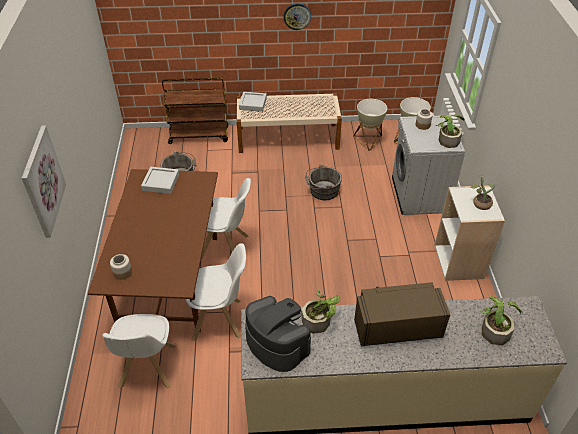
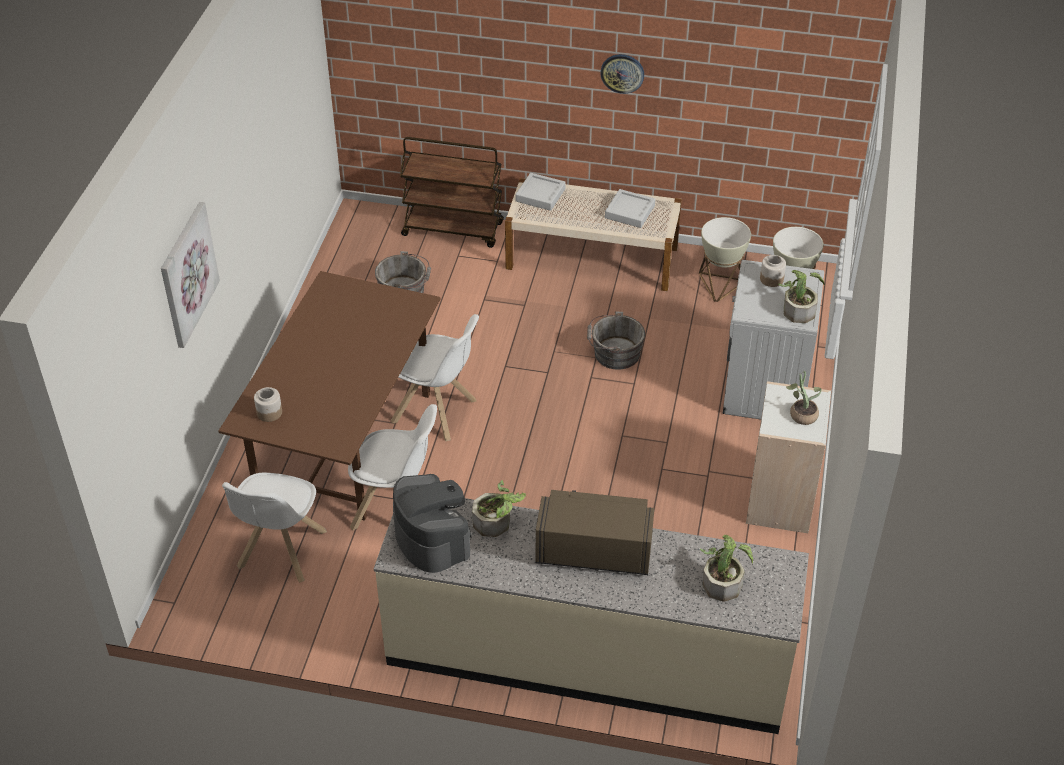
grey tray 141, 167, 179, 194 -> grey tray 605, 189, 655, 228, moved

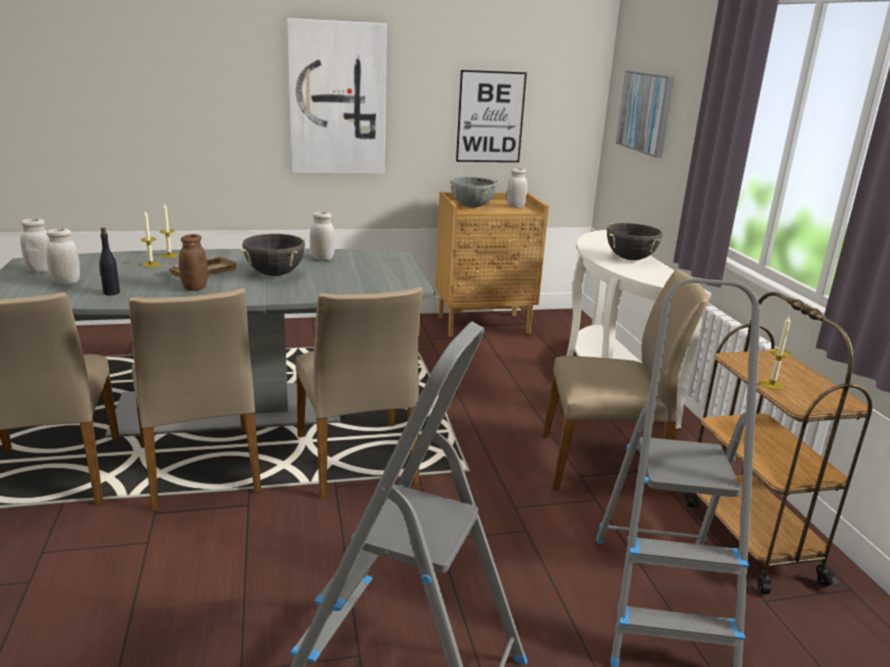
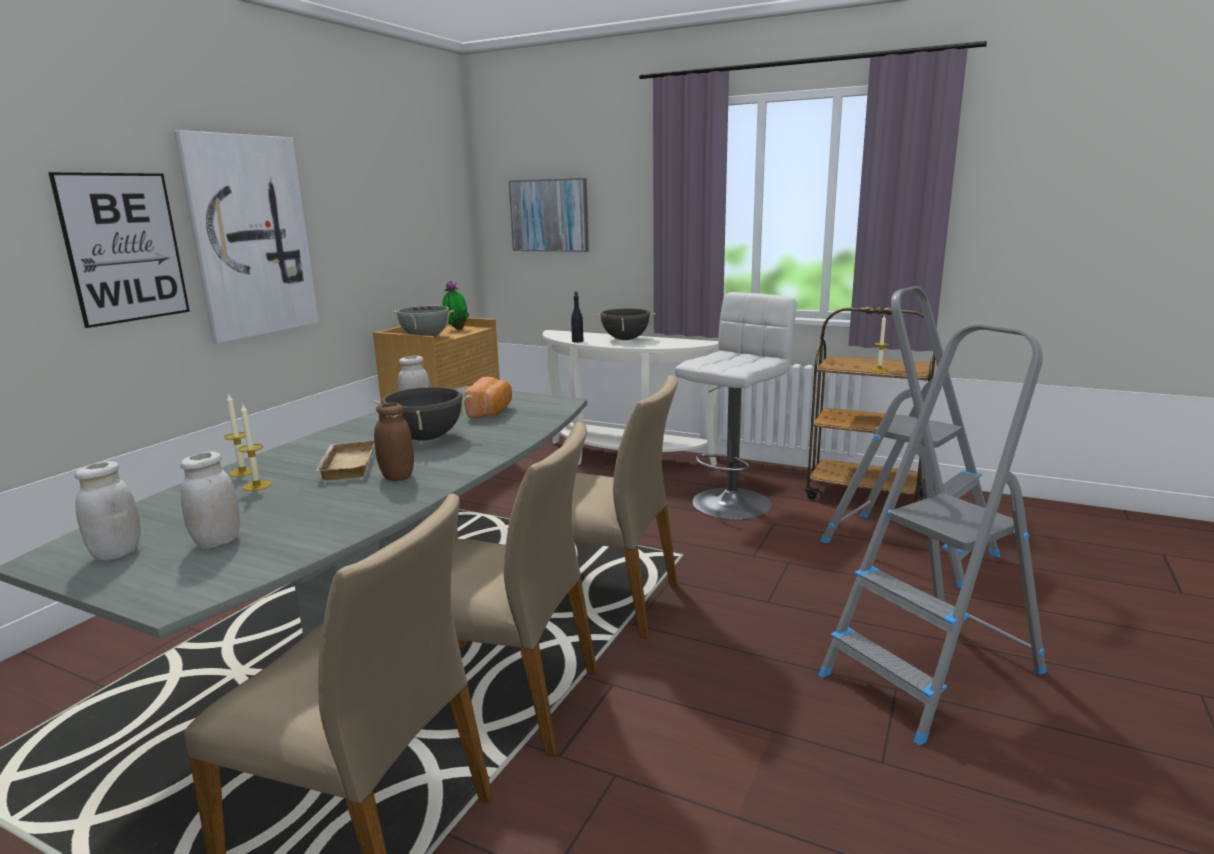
picture 456, 70, 527, 162 -> picture 48, 172, 190, 328, moved
whitish jar 506, 168, 528, 208 -> plant in a pot 442, 281, 469, 330
none -> bread 464, 377, 512, 418
black-coloured beverage bottle 99, 227, 120, 295 -> black-coloured beverage bottle 571, 292, 584, 343, moved
beige-coloured chair 543, 270, 709, 494 -> whitish stool seat 675, 292, 797, 519

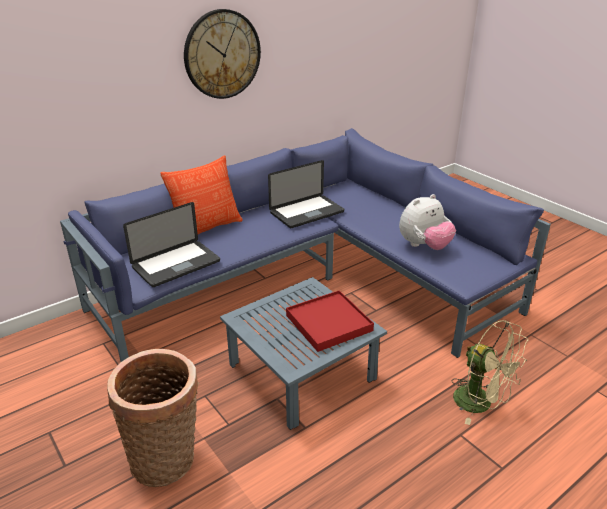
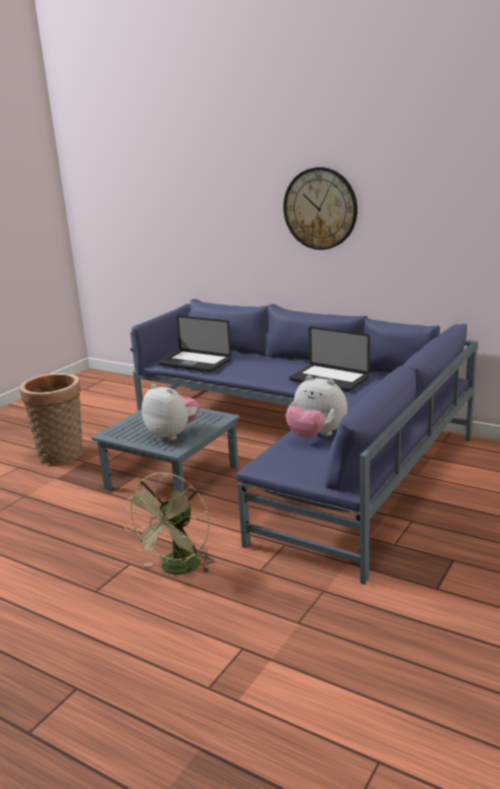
red-coloured tray 286, 290, 374, 352 -> soft toy 142, 384, 200, 441
orange-coloured throw pillow 160, 155, 243, 234 -> none

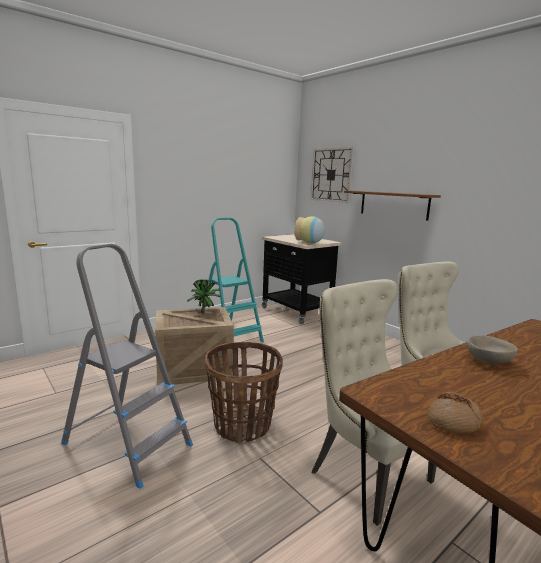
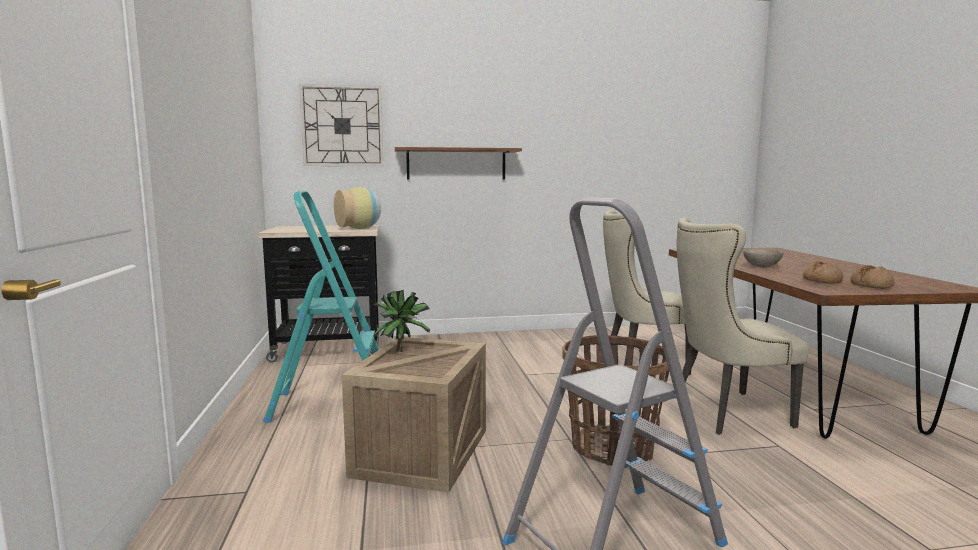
none -> bread 803, 261, 843, 284

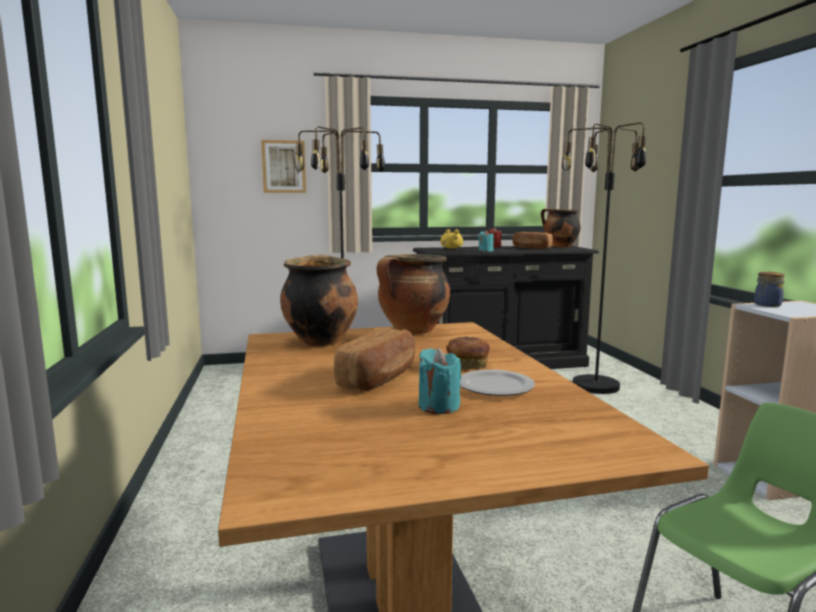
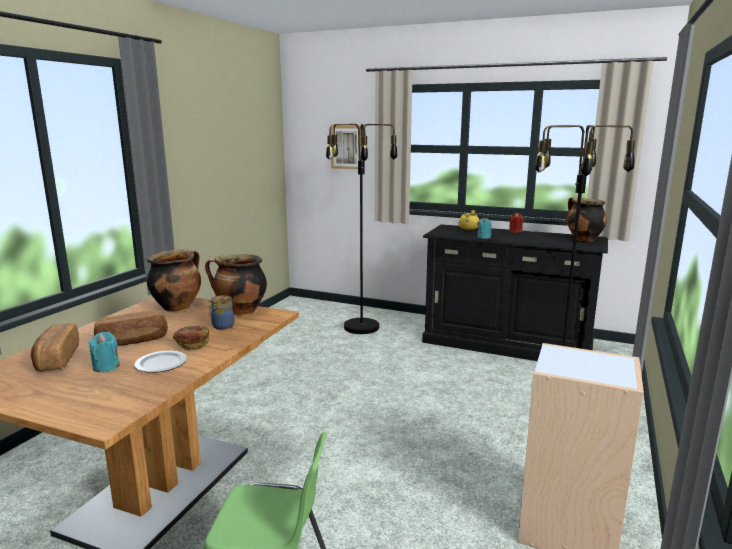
bread 513, 232, 553, 249 -> bread 31, 323, 79, 372, moved
jar 754, 271, 785, 307 -> jar 208, 295, 234, 329, moved

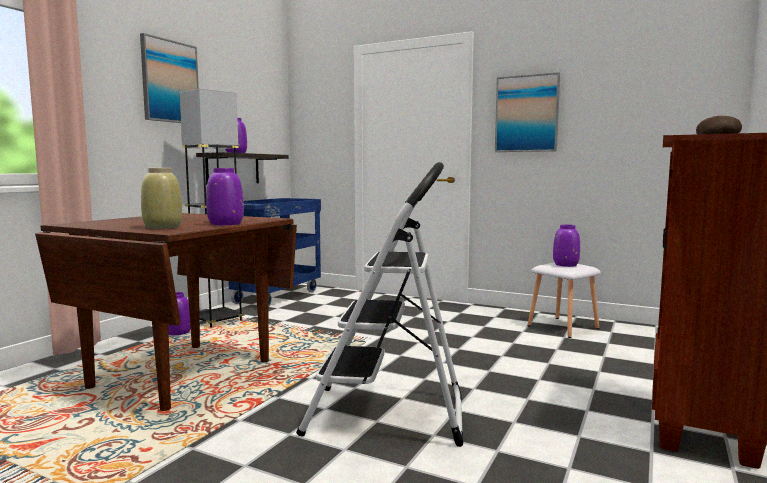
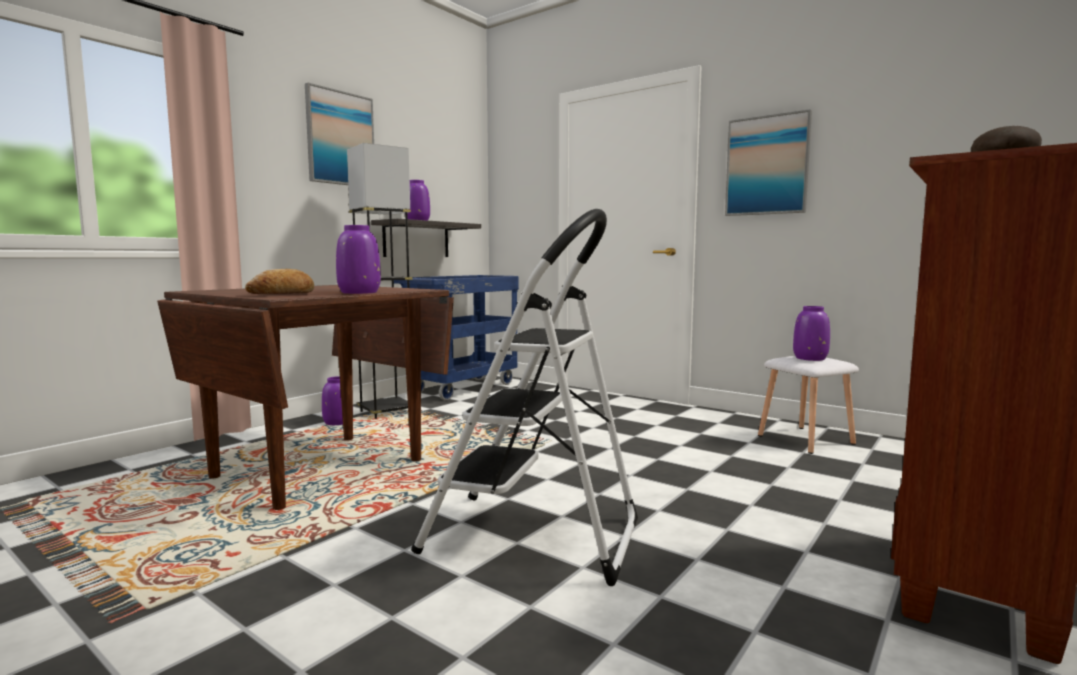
beige-coloured decorative vase 141, 168, 182, 229 -> bread 245, 269, 314, 294

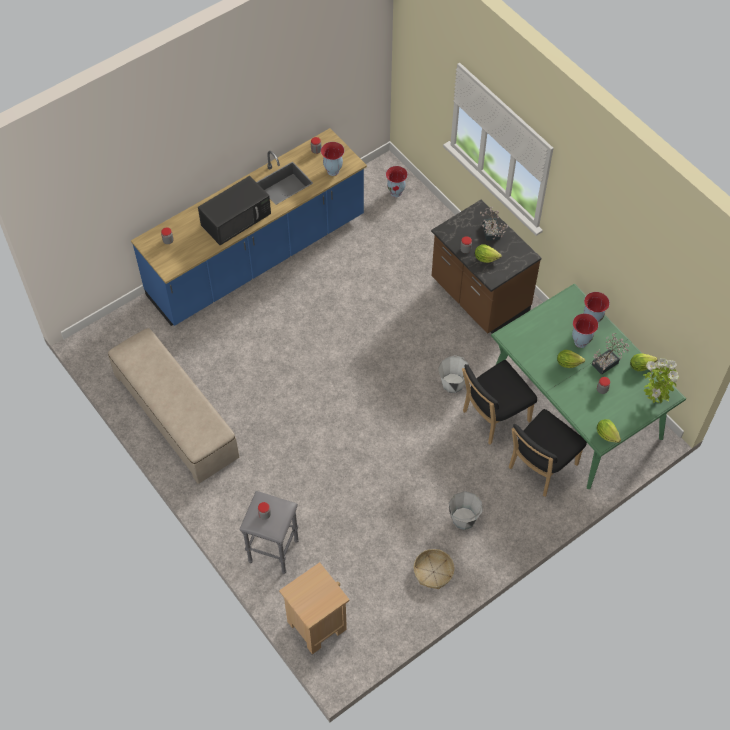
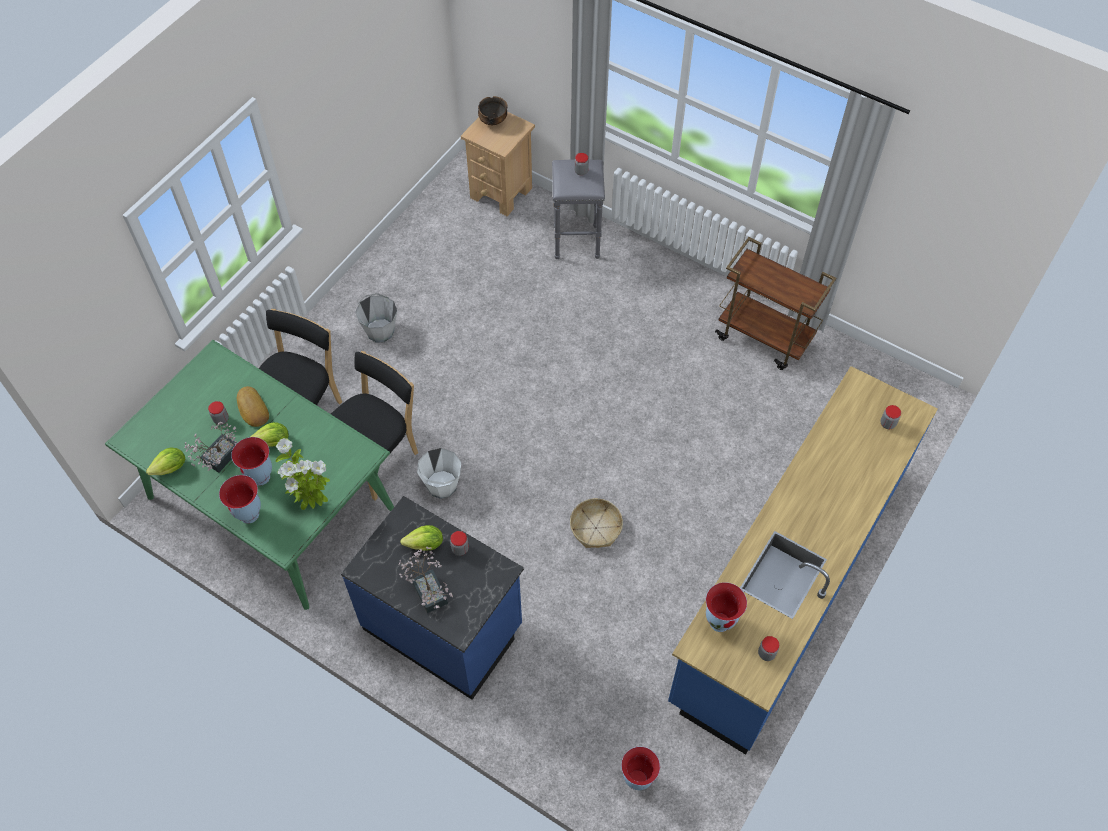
none -> bread 237, 386, 269, 427
plant in a pot 643, 358, 679, 404 -> plant in a pot 276, 438, 330, 510, moved
brown counter 431, 200, 541, 334 -> blue-coloured counter 341, 496, 524, 700
none -> serving bowl 478, 96, 508, 125
basket 414, 549, 455, 589 -> basket 570, 498, 623, 548, moved
beige-coloured long seat 108, 328, 239, 484 -> brown cart 715, 237, 836, 370
black-coloured kitchen microwave 198, 176, 271, 245 -> none
lettuce 597, 419, 621, 443 -> none

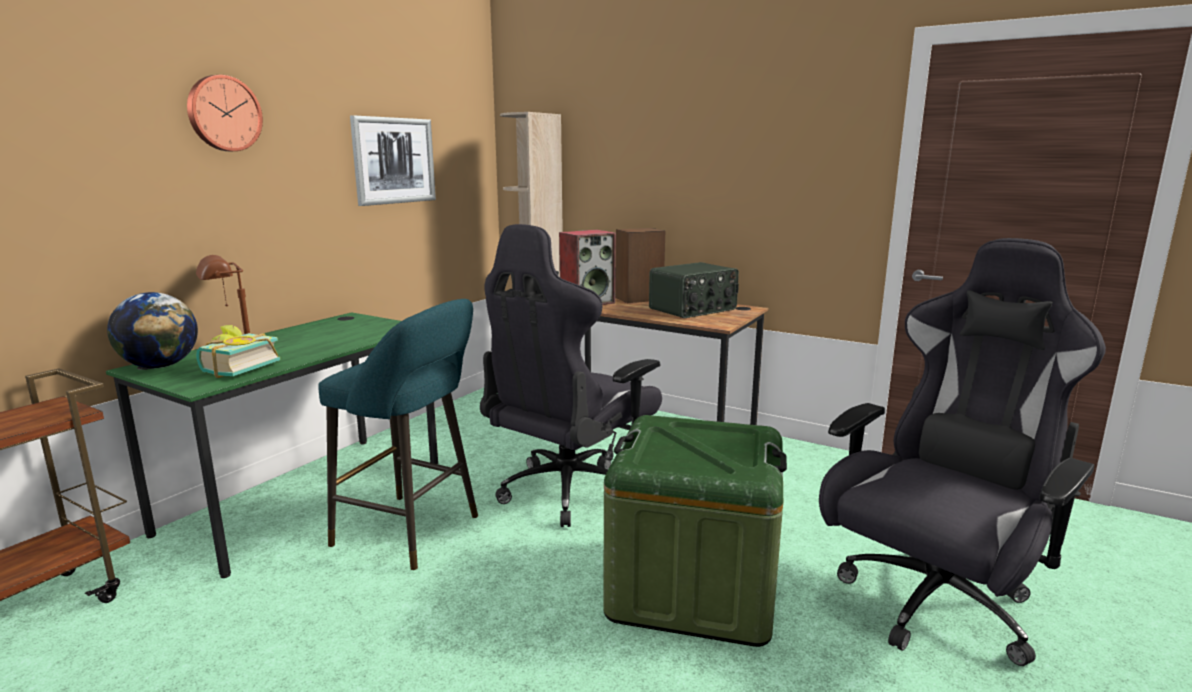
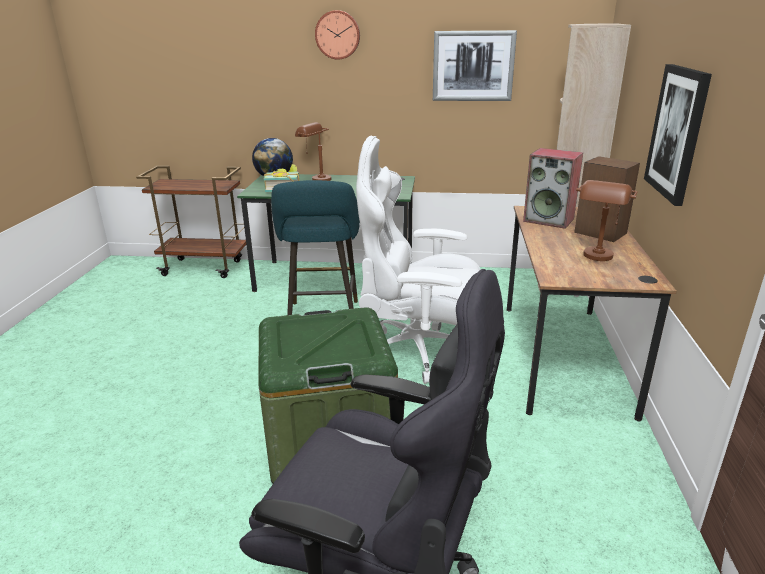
black-coloured office chair 480, 224, 662, 527 -> whitish office chair 356, 136, 481, 384
radio set 649, 262, 739, 318 -> brown table lamp 576, 180, 638, 261
none -> picture 644, 64, 712, 206

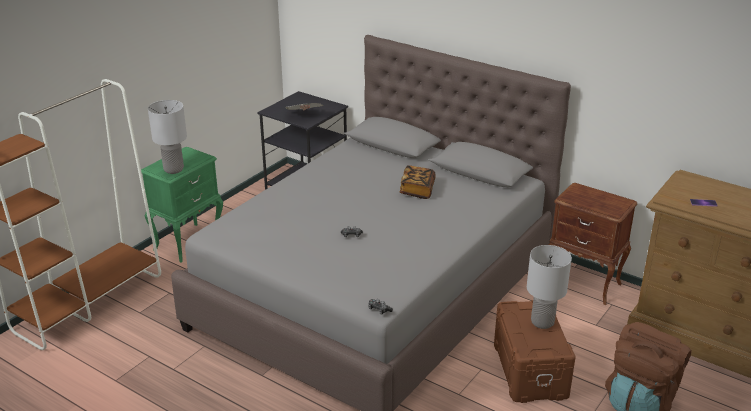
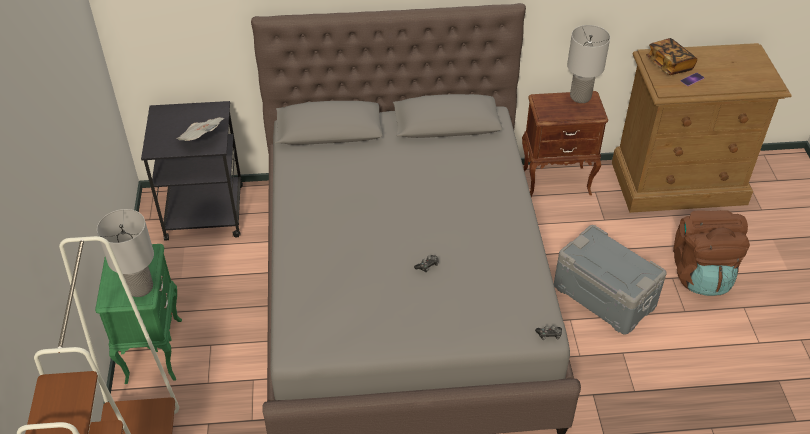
brown storage container 494, 300, 576, 403 -> grey storage container 554, 225, 667, 335
grey table lamp 527, 245, 572, 329 -> grey table lamp 567, 25, 610, 103, moved
volume 400, 165, 436, 199 -> volume 646, 38, 697, 75, moved

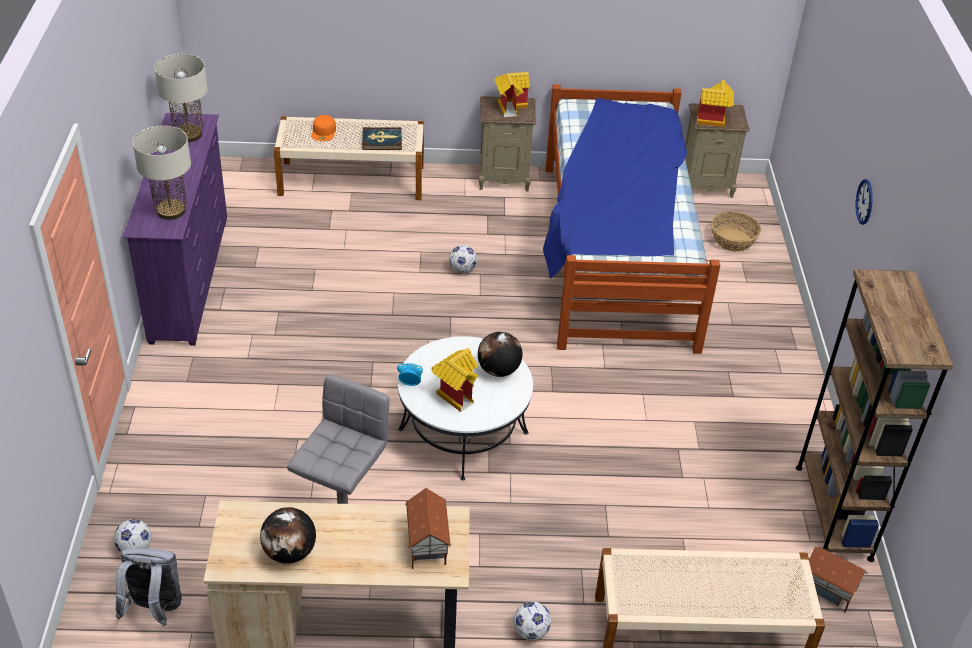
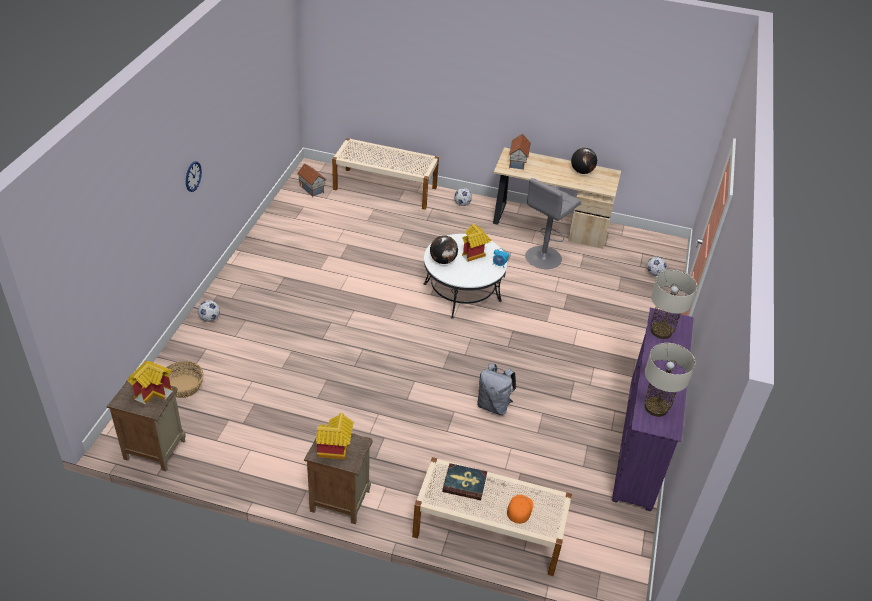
football ball 449, 245, 477, 273 -> football ball 198, 300, 220, 322, moved
grey backpack 116, 547, 182, 626 -> grey backpack 477, 364, 516, 415, moved
bedroom bed 543, 84, 720, 354 -> none
brown bookcase 796, 269, 954, 562 -> none

